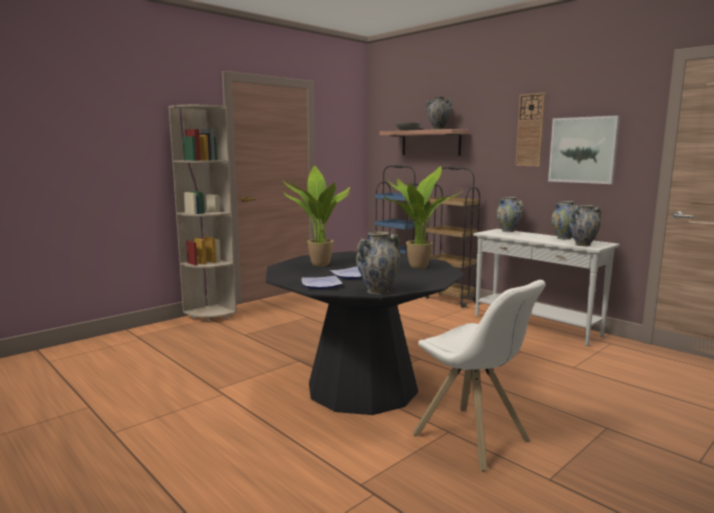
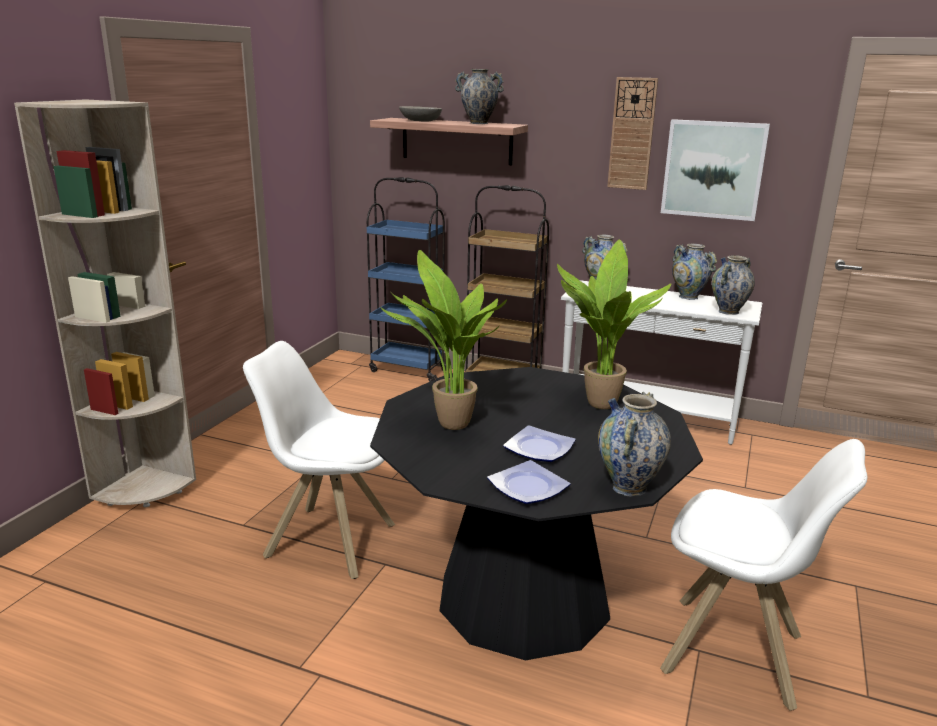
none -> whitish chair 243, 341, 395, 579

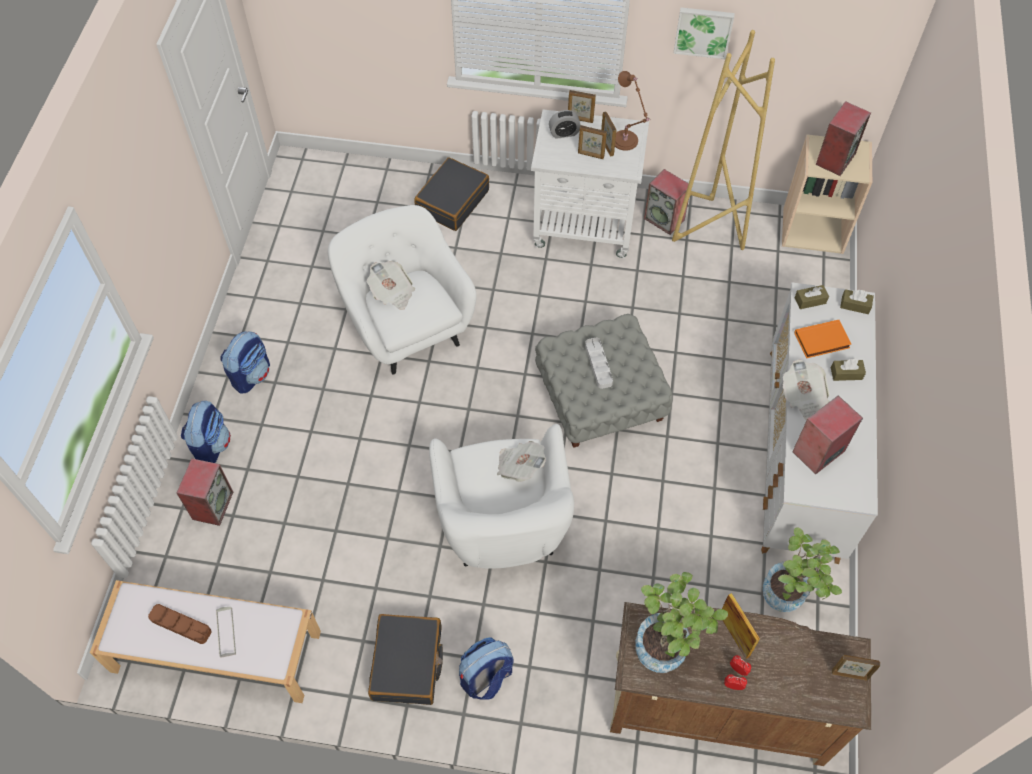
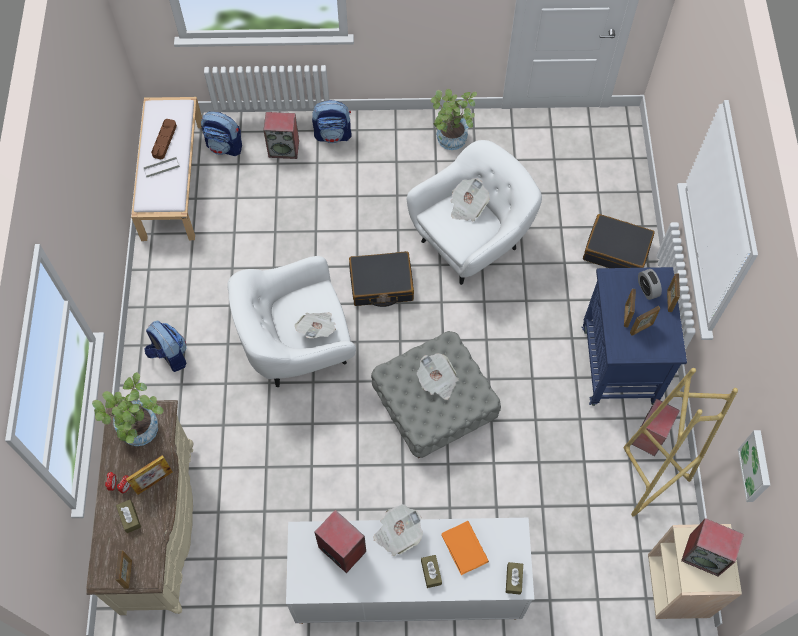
brown tissue holder 795, 285, 829, 309 -> brown tissue holder 116, 500, 141, 533, moved
backpack 220, 331, 270, 394 -> backpack 201, 112, 242, 156, moved
black-coloured suitcase 368, 614, 443, 705 -> black-coloured suitcase 349, 251, 414, 307, moved
grey tray 585, 338, 613, 389 -> printed paper 417, 353, 459, 400
plant in a pot 763, 527, 842, 612 -> plant in a pot 431, 89, 477, 150, moved
whitish cart 531, 109, 649, 258 -> blue-coloured cart 581, 267, 687, 406
picture 673, 8, 735, 59 -> picture 738, 430, 770, 502, moved
brown table lamp 615, 71, 650, 151 -> none

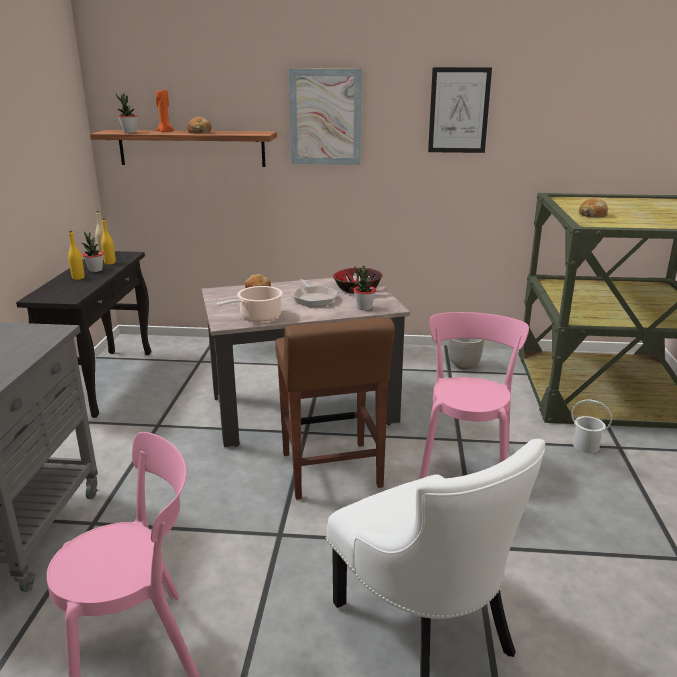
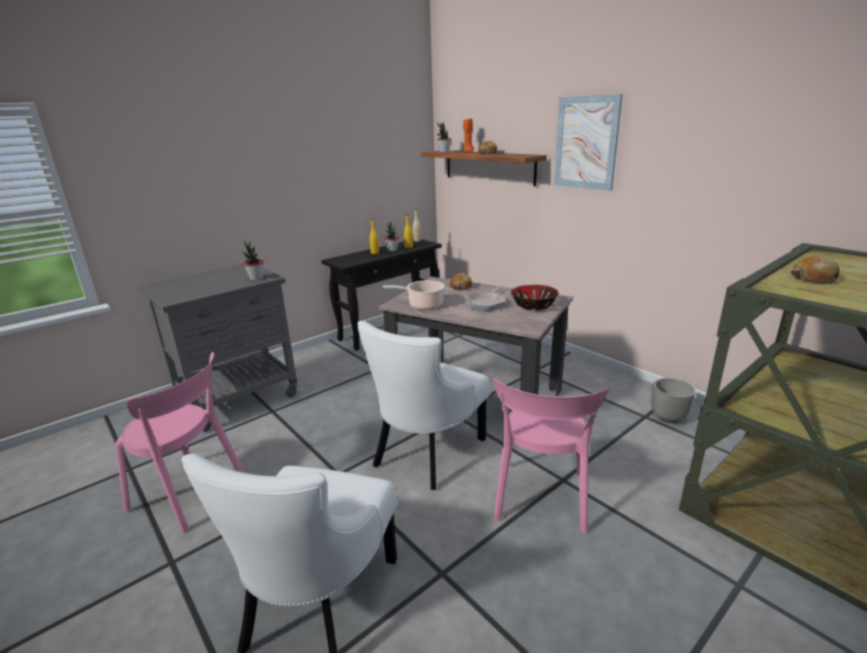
plant in a pot 353, 266, 376, 310 -> plant in a pot 242, 241, 264, 281, moved
brown stool seat 275, 318, 395, 500 -> whitish chair 357, 321, 491, 490
pink-coloured chair 419, 312, 529, 479 -> pink-coloured chair 493, 378, 609, 534, 135 degrees clockwise
picture 428, 67, 492, 153 -> none
whitish water bucket 571, 400, 612, 453 -> none

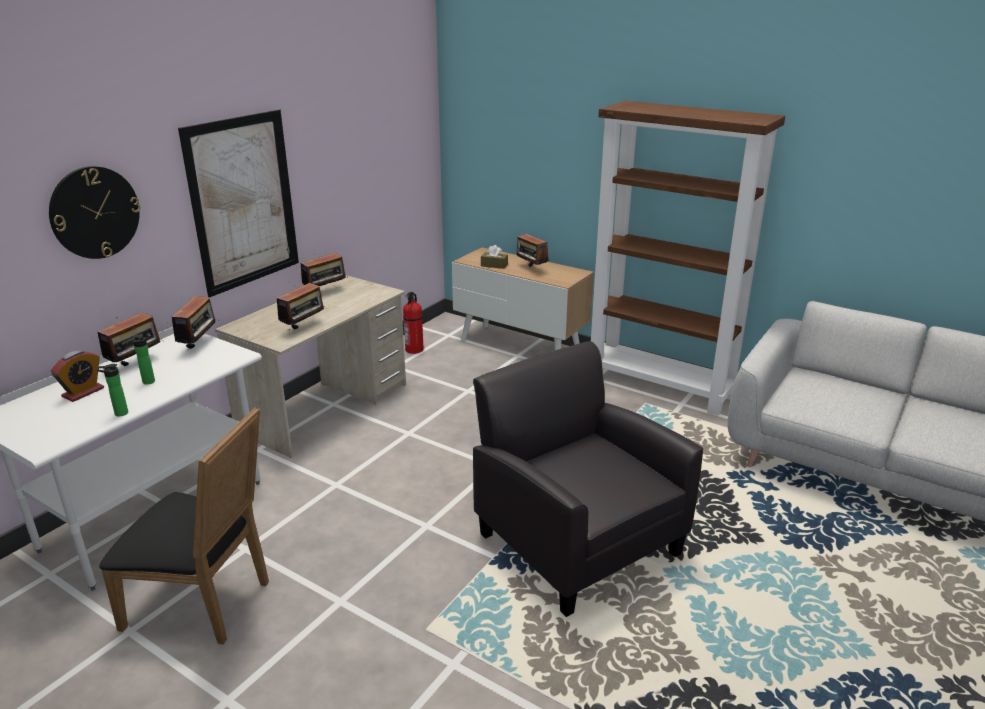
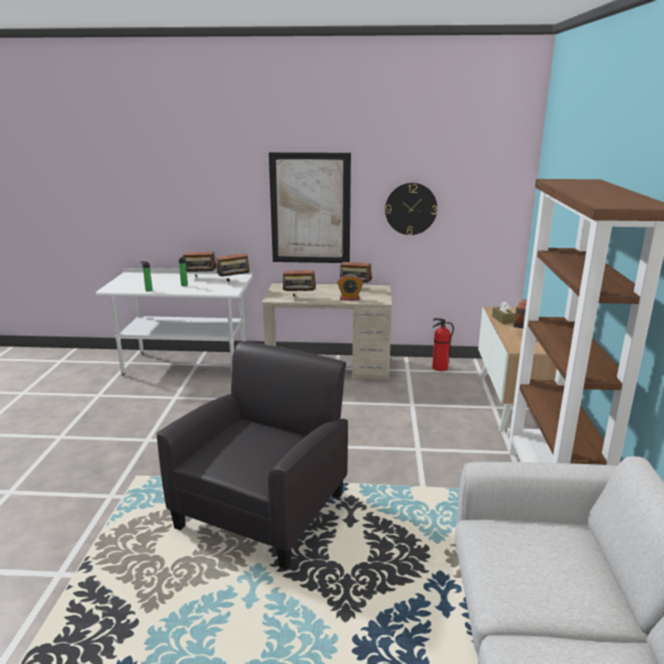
bedside clock 51, 350, 104, 402 -> bedside clock 337, 274, 363, 301, moved
clock on the wall 49, 166, 140, 259 -> clock on the wall 385, 183, 437, 235, moved
black-coloured chair 99, 407, 269, 645 -> none

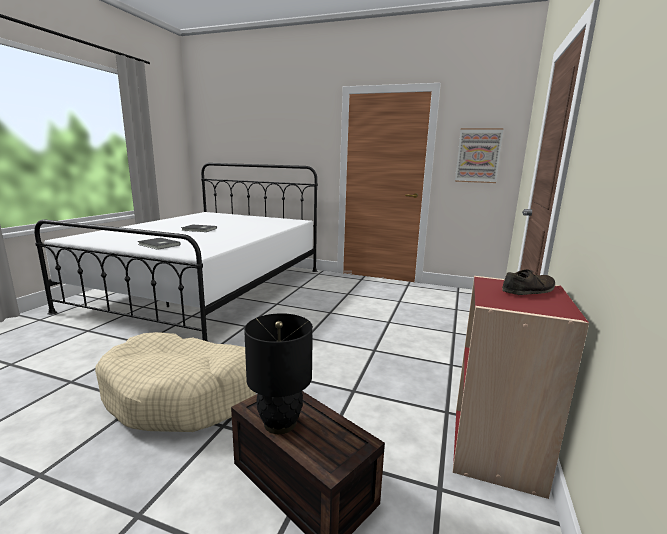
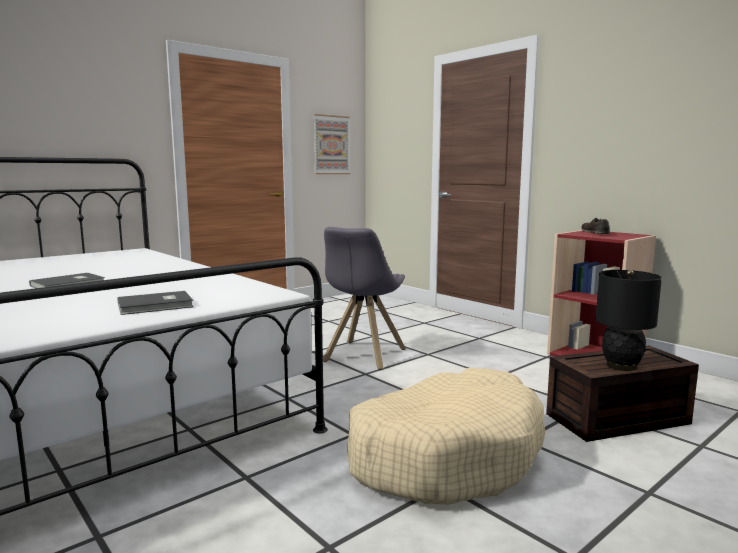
none -> grey chair 323, 227, 406, 370

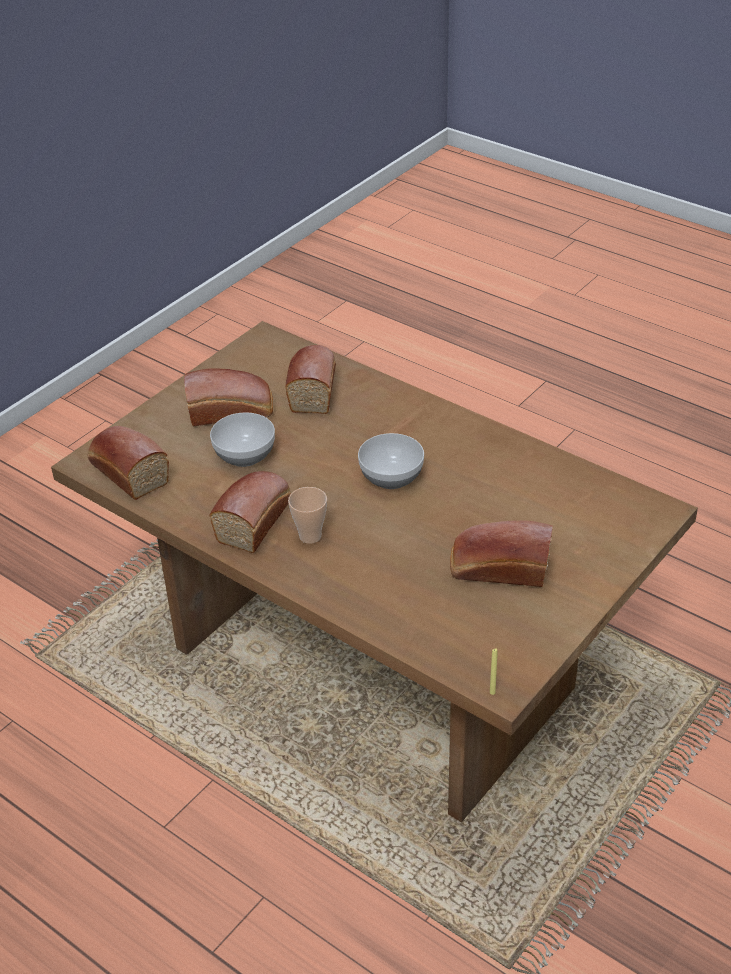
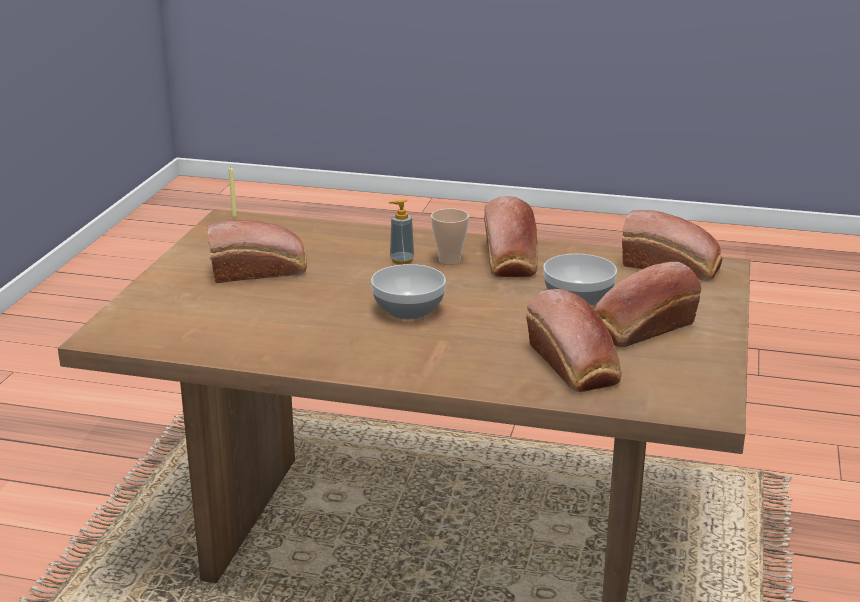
none -> liquid soap bottle 389, 199, 414, 265

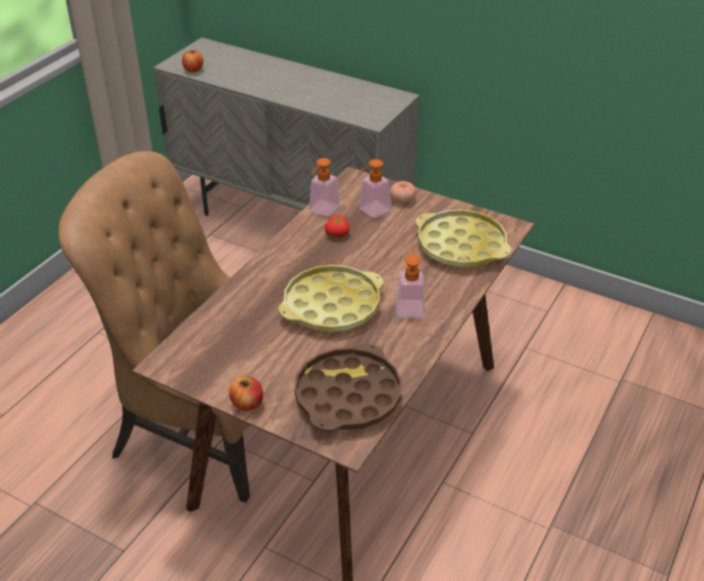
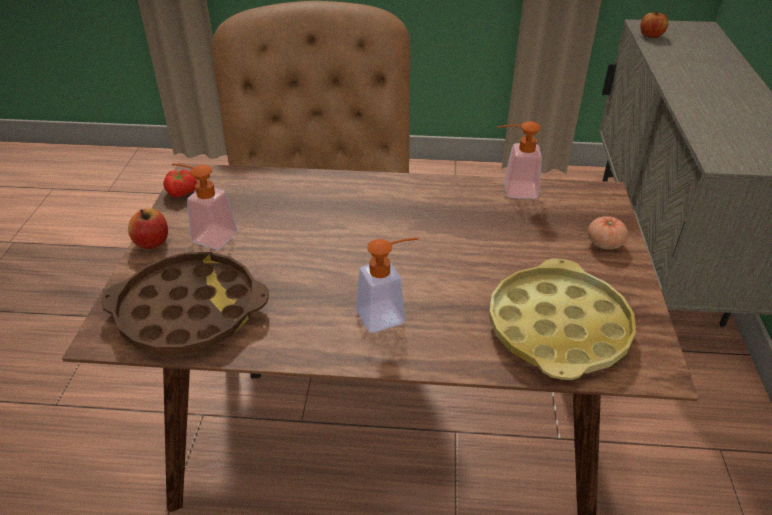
fresh tomato 325, 215, 349, 237 -> fresh tomato 163, 170, 197, 197, moved
liquid soap bottle 357, 159, 391, 218 -> liquid soap bottle 172, 163, 237, 249, moved
yellow-coloured tray 279, 265, 383, 332 -> none

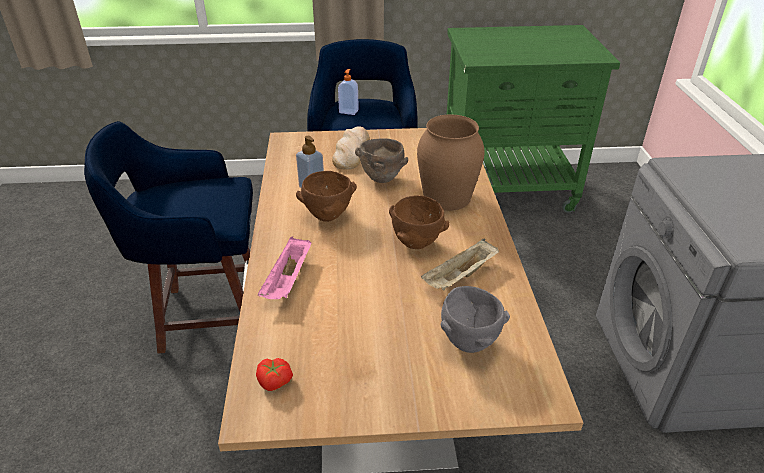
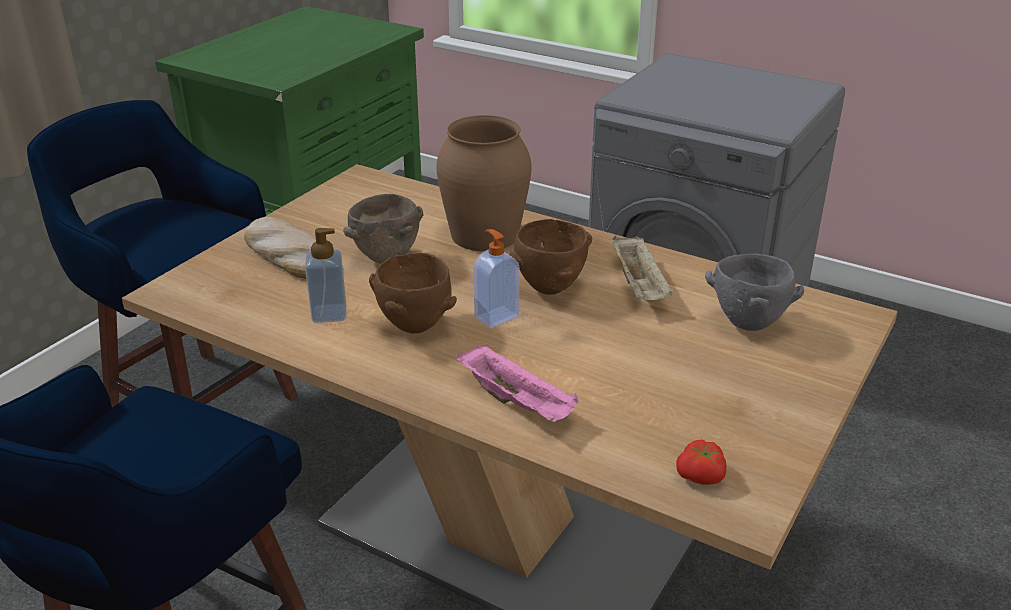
liquid soap bottle 338, 69, 359, 115 -> liquid soap bottle 473, 229, 519, 328, moved

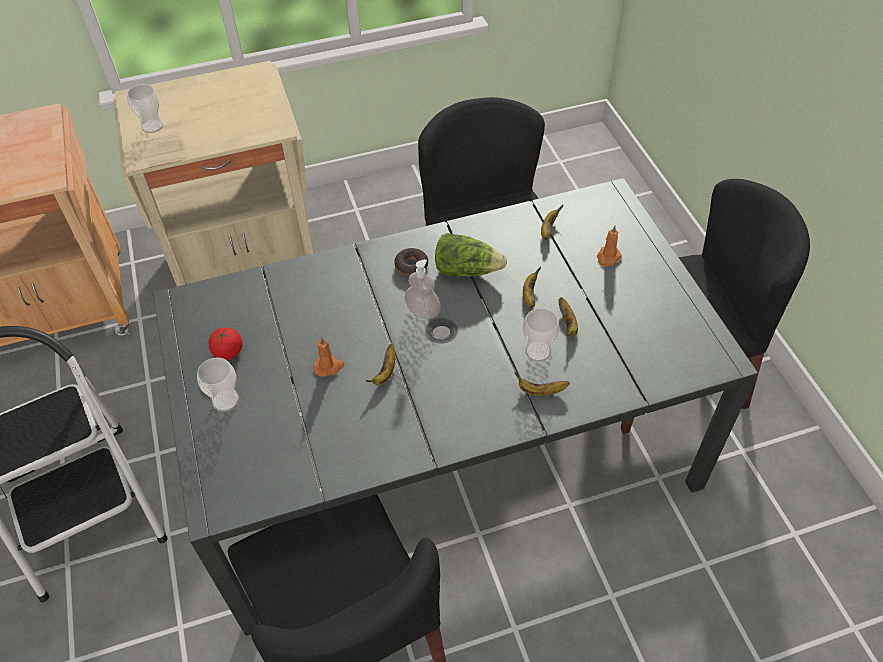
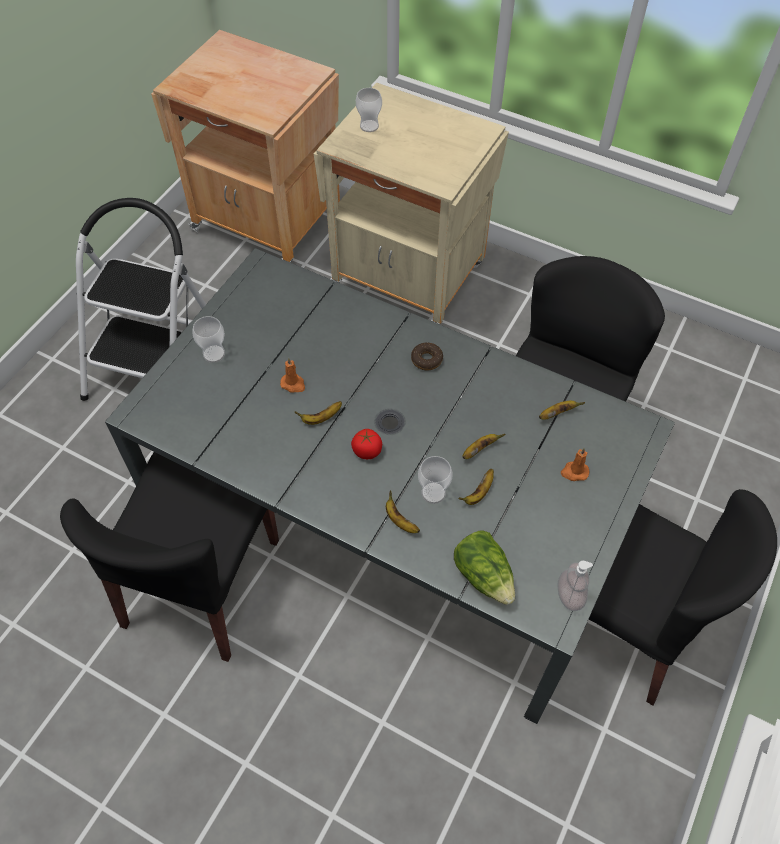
fresh tomato 208, 328, 243, 360 -> fresh tomato 351, 429, 382, 459, moved
lettuce 435, 233, 507, 276 -> lettuce 454, 531, 515, 605, moved
liquid soap bottle 405, 259, 441, 319 -> liquid soap bottle 557, 561, 593, 611, moved

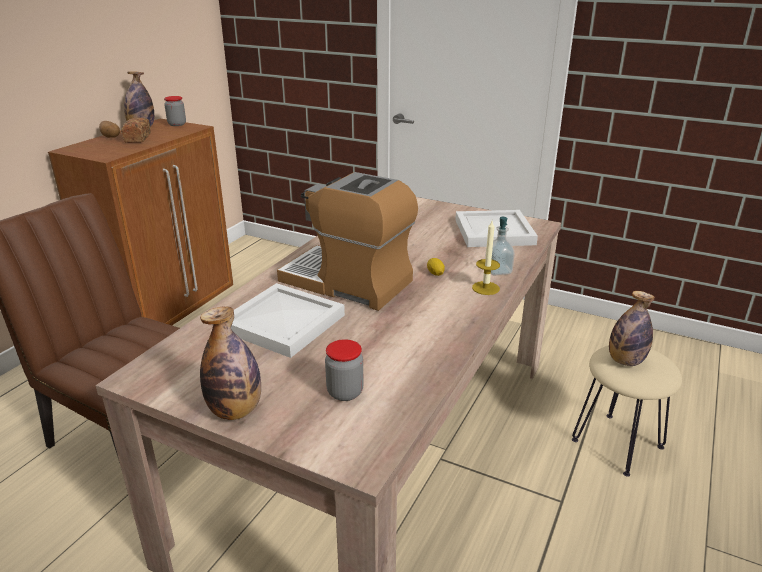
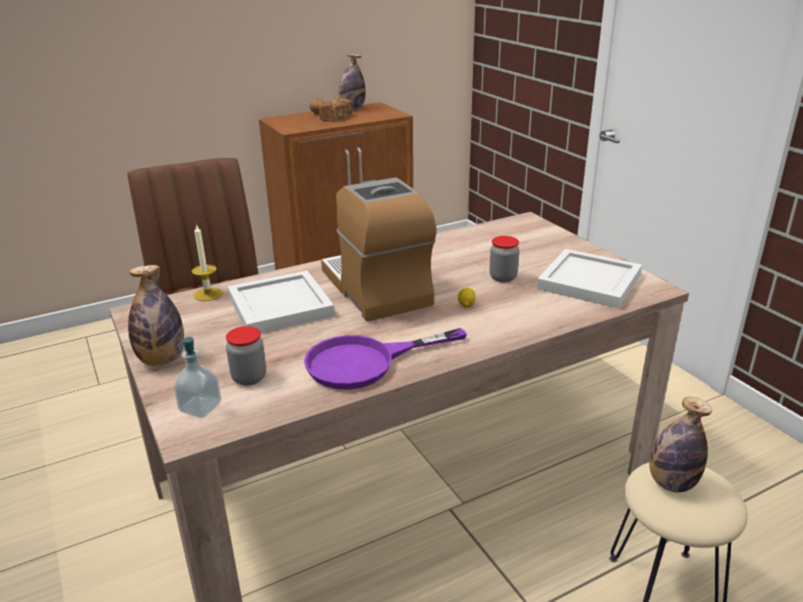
liquid soap bottle 485, 217, 515, 276 -> liquid soap bottle 174, 337, 221, 418, moved
wax light 472, 221, 500, 295 -> wax light 192, 224, 223, 301, moved
none -> purplish pan 304, 328, 467, 389
jar 164, 96, 186, 126 -> jar 489, 236, 519, 282, moved

